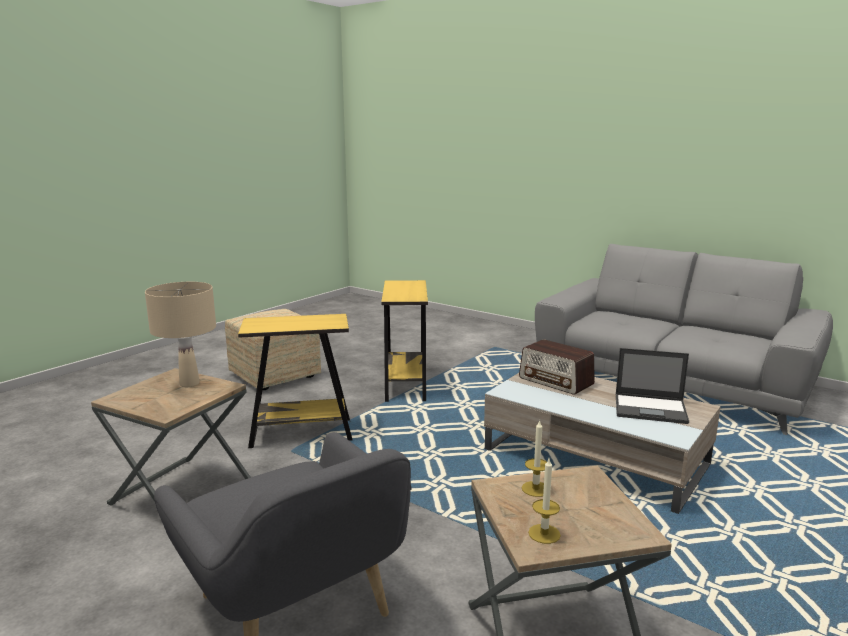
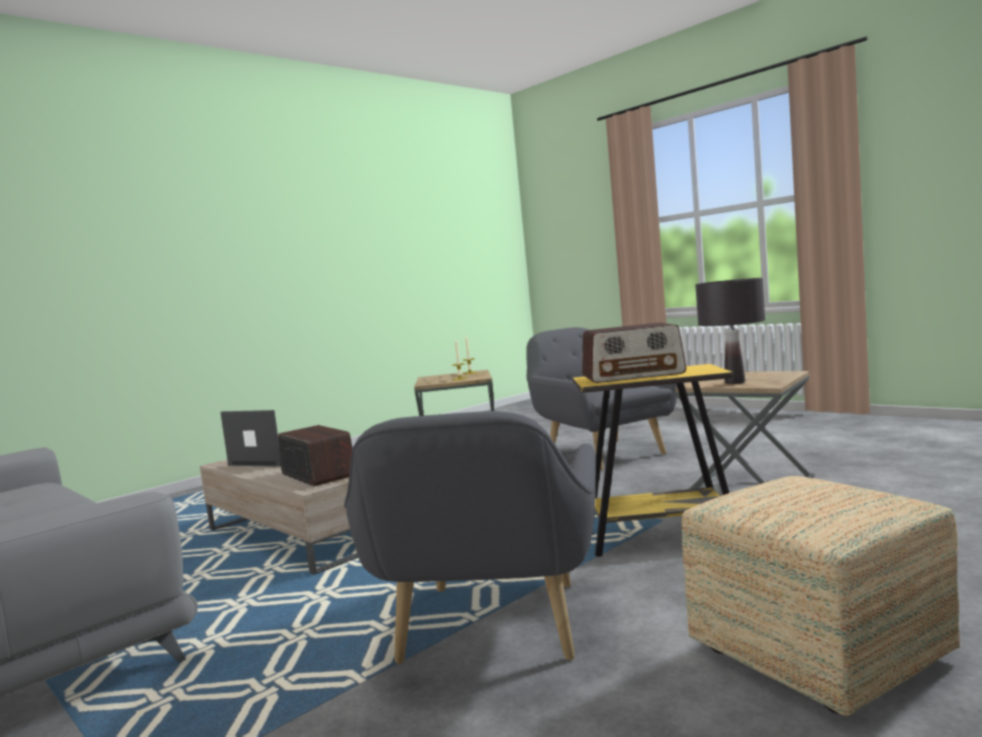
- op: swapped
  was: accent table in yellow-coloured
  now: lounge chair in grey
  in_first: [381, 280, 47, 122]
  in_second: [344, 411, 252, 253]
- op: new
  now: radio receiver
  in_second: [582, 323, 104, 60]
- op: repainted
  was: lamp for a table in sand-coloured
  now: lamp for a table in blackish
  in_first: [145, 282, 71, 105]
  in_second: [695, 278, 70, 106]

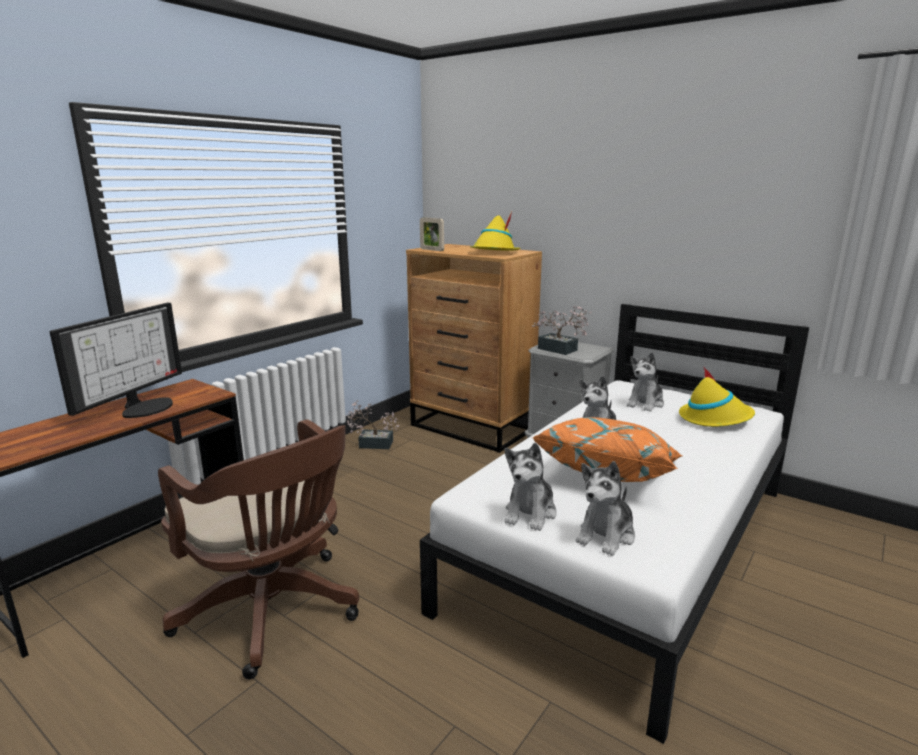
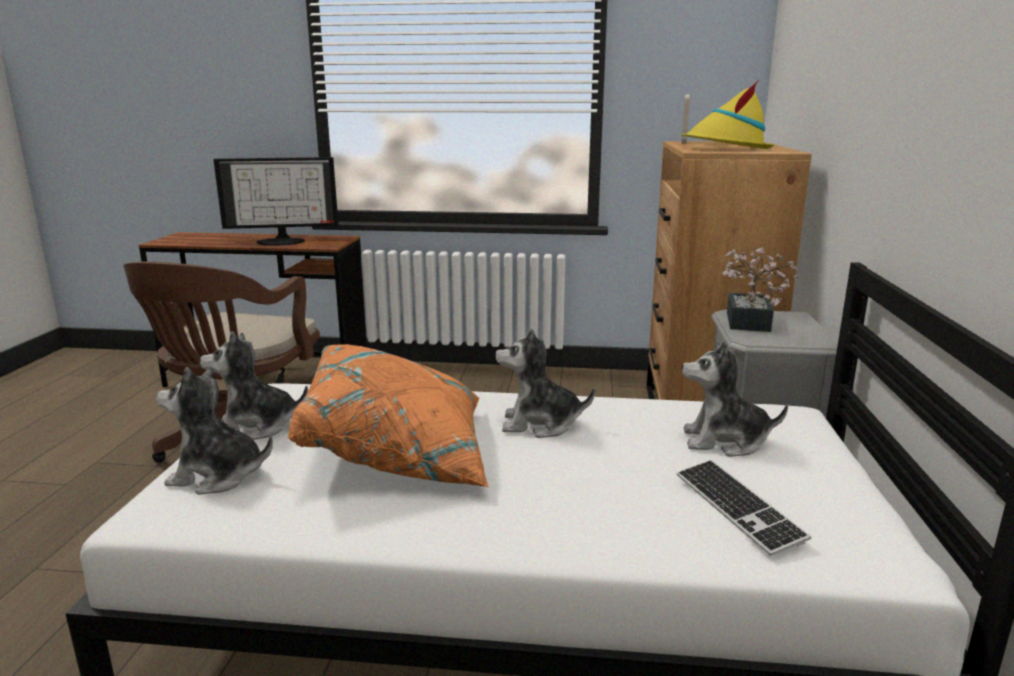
- op: swapped
  was: clothing hat in yellow-coloured
  now: PC keyboard
  in_first: [679, 366, 76, 61]
  in_second: [677, 460, 134, 96]
- op: gone
  was: potted plant
  in_first: [346, 400, 54, 49]

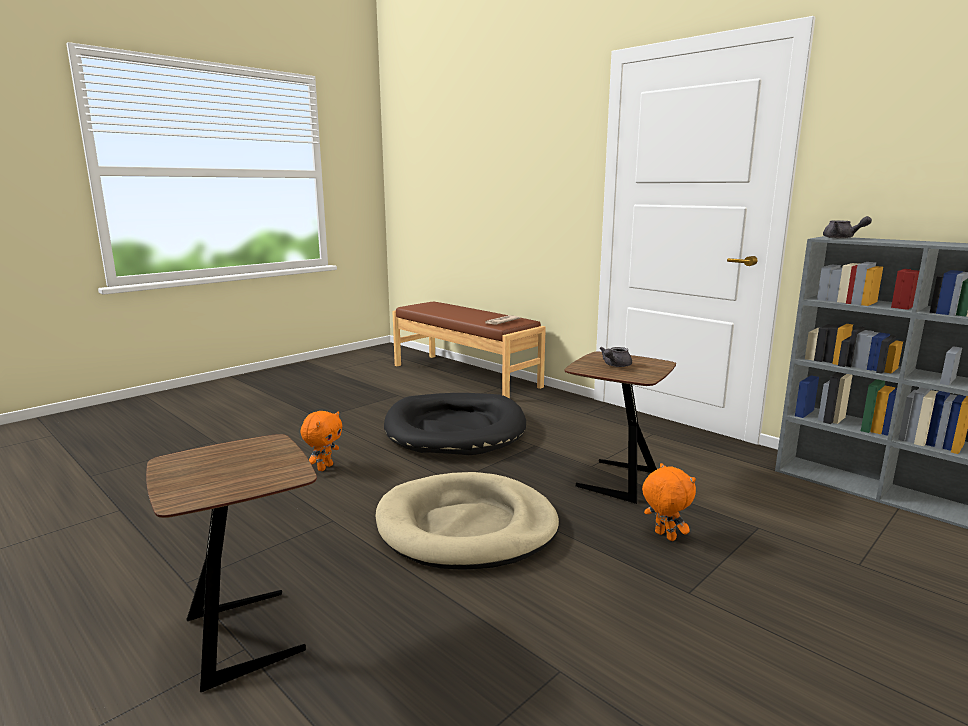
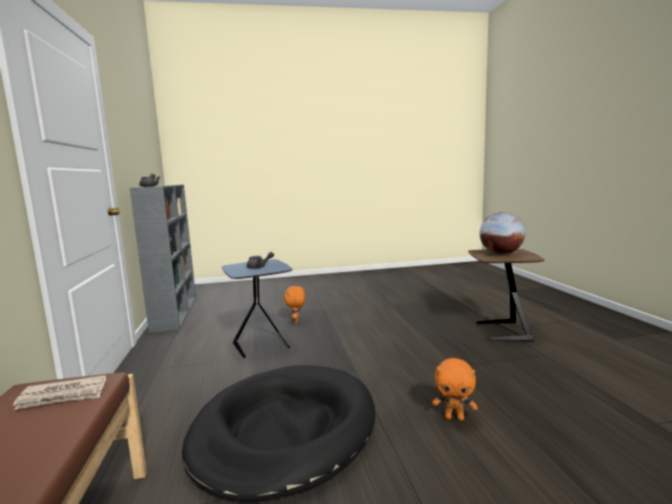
- op: repainted
  was: accent table in brownish
  now: accent table in blue-coloured
  in_first: [565, 352, 111, 152]
  in_second: [222, 259, 70, 99]
- op: rotated
  was: soft toy in orangey
  in_first: [300, 411, 43, 60]
  in_second: [432, 358, 46, 63]
  clockwise: -135
- op: new
  now: world globe
  in_second: [480, 212, 45, 42]
- op: gone
  was: pet bed in sand-coloured
  in_first: [375, 472, 184, 98]

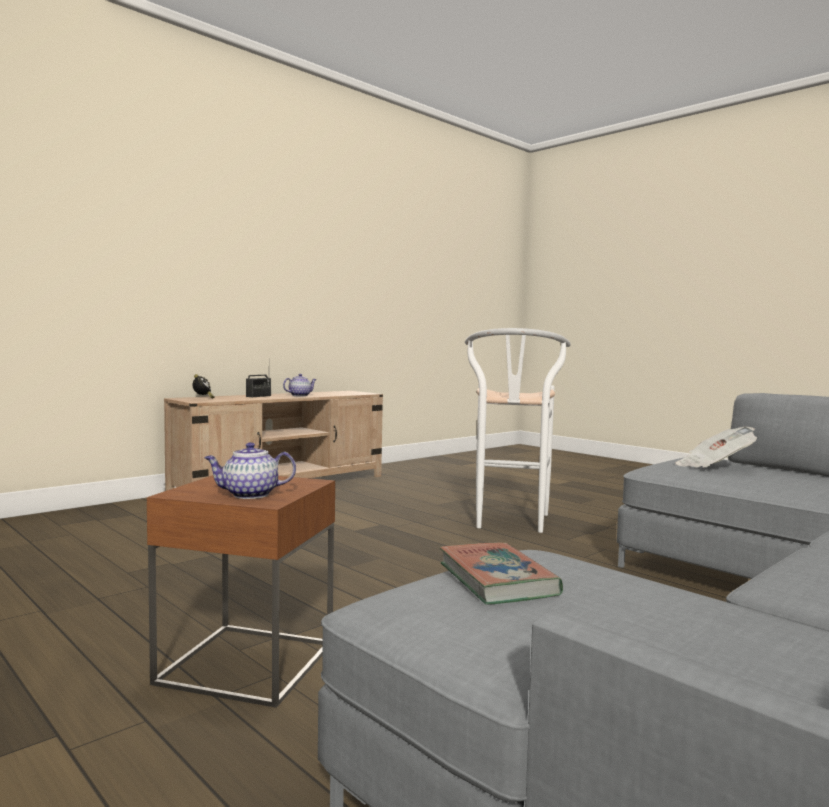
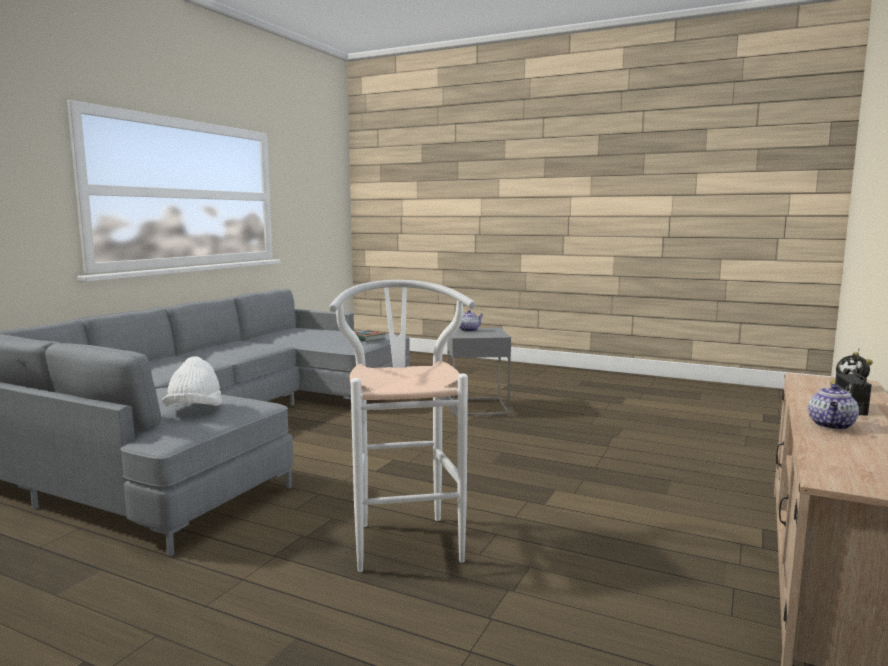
- op: swapped
  was: newspaper
  now: clothing hat in whitish
  in_first: [675, 427, 82, 41]
  in_second: [162, 356, 60, 50]
- op: repainted
  was: accent table in brownish
  now: accent table in grey
  in_first: [147, 475, 188, 233]
  in_second: [447, 328, 64, 88]

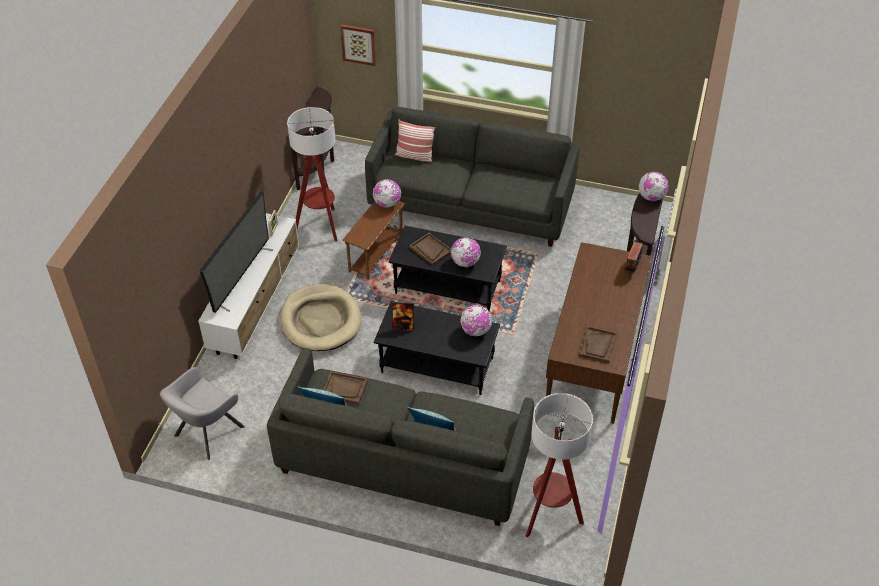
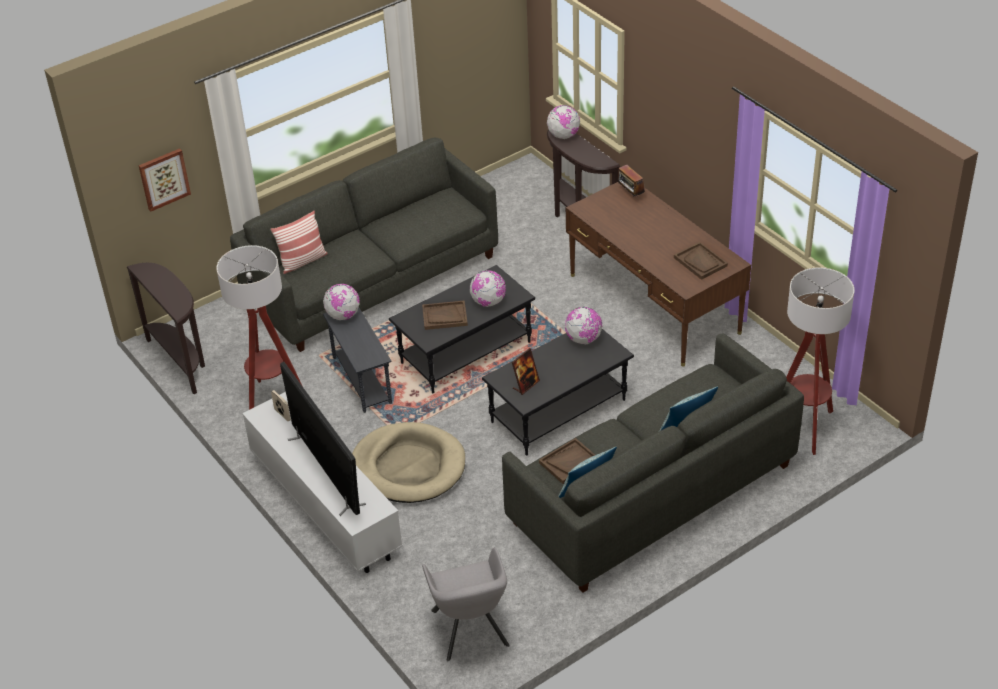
- op: repainted
  was: accent table in brownish
  now: accent table in grey
  in_first: [342, 201, 63, 79]
  in_second: [323, 307, 69, 106]

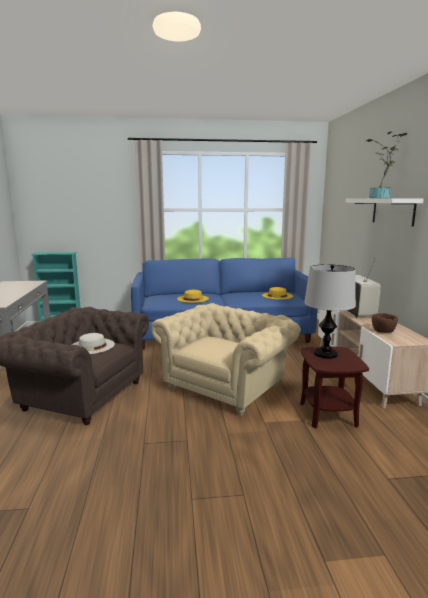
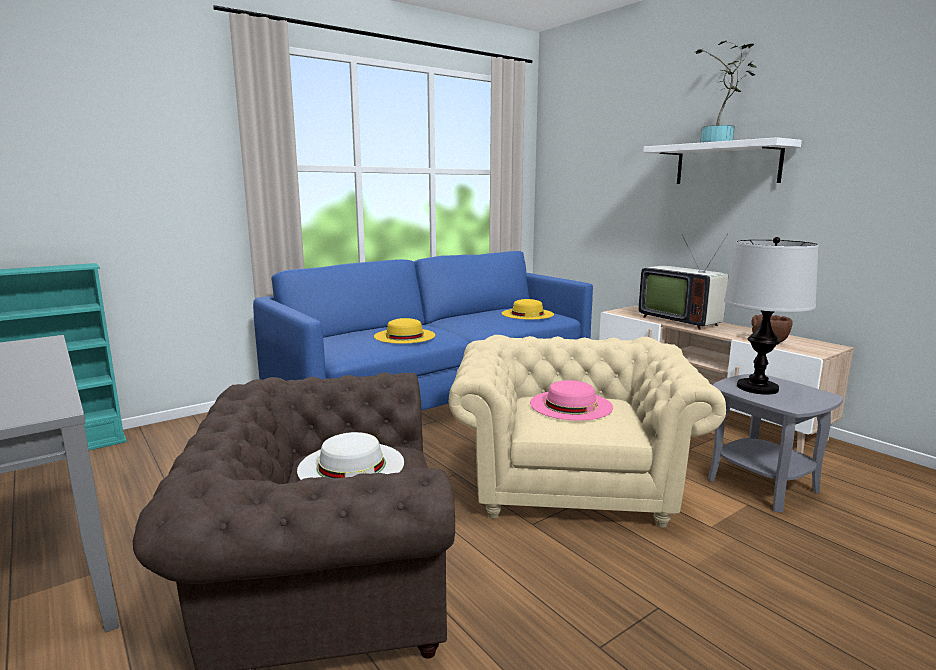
- op: new
  now: clothing hat in pink
  in_second: [530, 380, 83, 41]
- op: repainted
  was: accent table in brownish
  now: accent table in grey
  in_first: [300, 346, 69, 82]
  in_second: [708, 374, 135, 138]

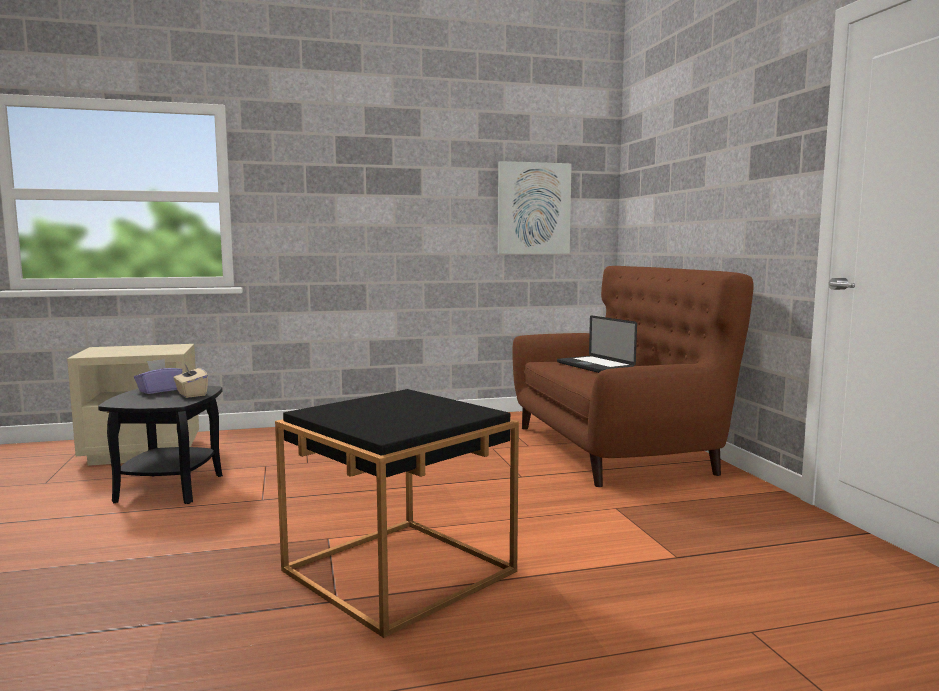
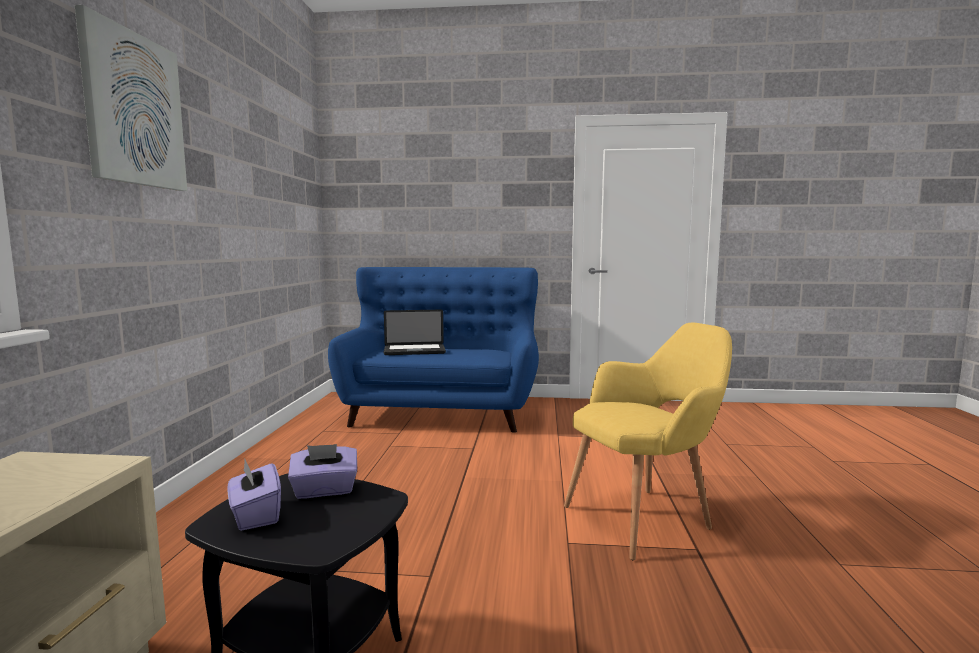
- op: shifted
  was: picture
  in_first: [498, 161, 74, 93]
  in_second: [75, 5, 112, 186]
- op: repainted
  was: box of tissues in sand-coloured
  now: box of tissues in purplish
  in_first: [173, 363, 35, 35]
  in_second: [288, 444, 69, 55]
- op: repainted
  was: couch in brownish
  now: couch in blue-coloured
  in_first: [512, 266, 242, 221]
  in_second: [328, 267, 211, 166]
- op: swapped
  was: accent table in blackish
  now: lounge chair in yellow-coloured
  in_first: [275, 389, 244, 249]
  in_second: [564, 323, 168, 237]

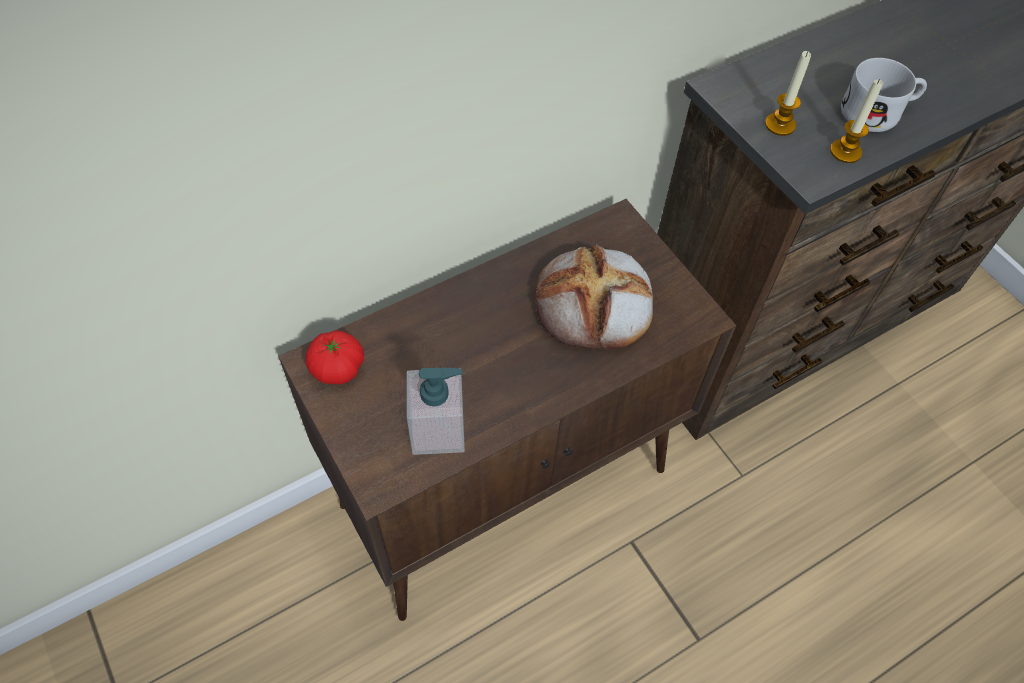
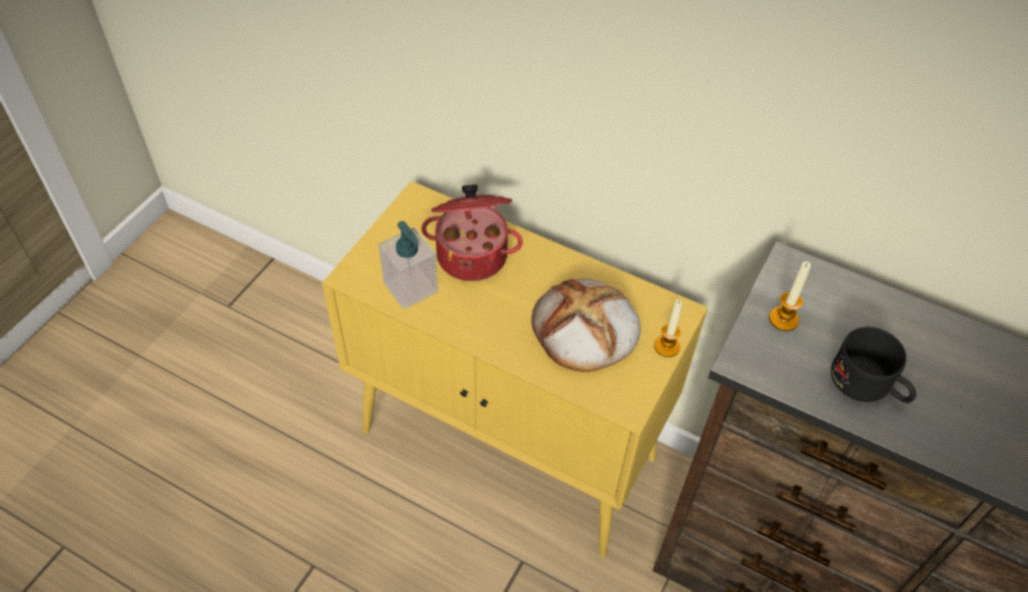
- op: repainted
  was: cabinet in brownish
  now: cabinet in yellow-coloured
  in_first: [278, 199, 458, 422]
  in_second: [322, 181, 386, 376]
- op: new
  now: cooking pot
  in_second: [422, 184, 101, 97]
- op: shifted
  was: candle
  in_first: [830, 79, 53, 84]
  in_second: [654, 300, 28, 57]
- op: repainted
  was: coffee mug in whitish
  now: coffee mug in blackish
  in_first: [841, 58, 86, 74]
  in_second: [831, 327, 85, 76]
- op: gone
  was: whole tomato
  in_first: [306, 330, 58, 54]

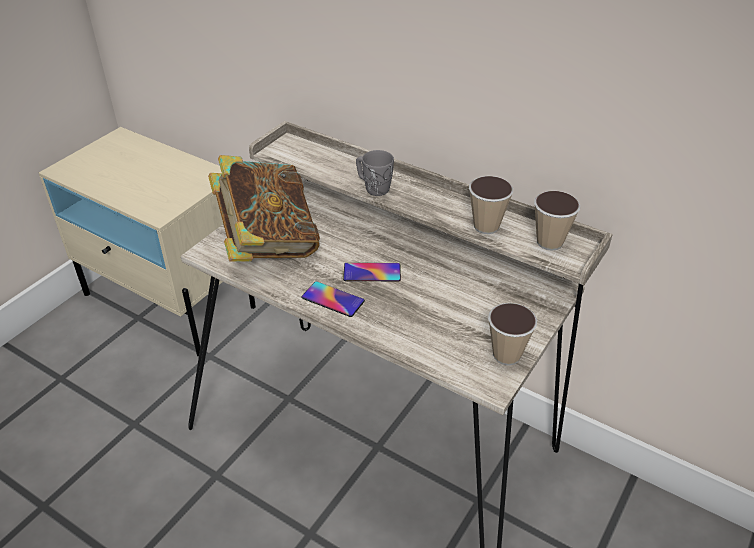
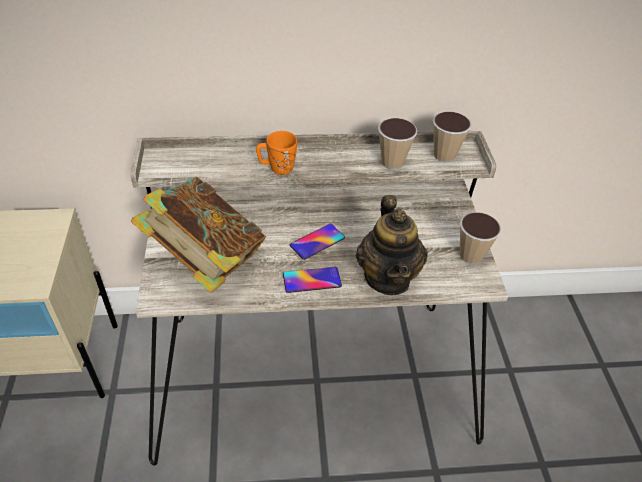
- op: repainted
  was: coffee mug in grey
  now: coffee mug in orangey
  in_first: [356, 150, 38, 46]
  in_second: [256, 131, 41, 44]
- op: new
  now: pot for tea
  in_second: [356, 195, 72, 101]

